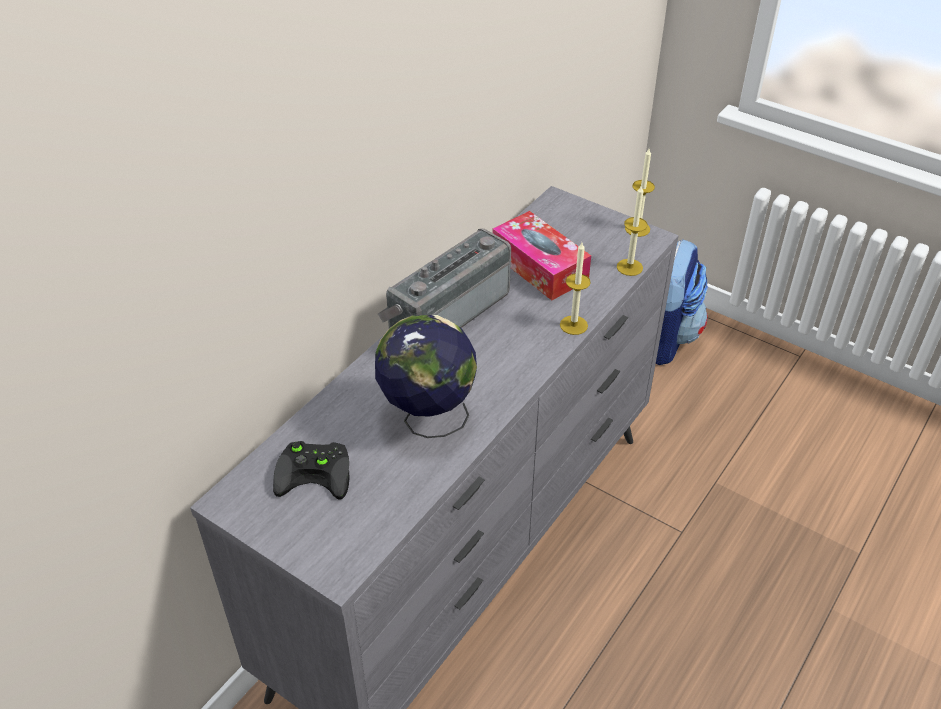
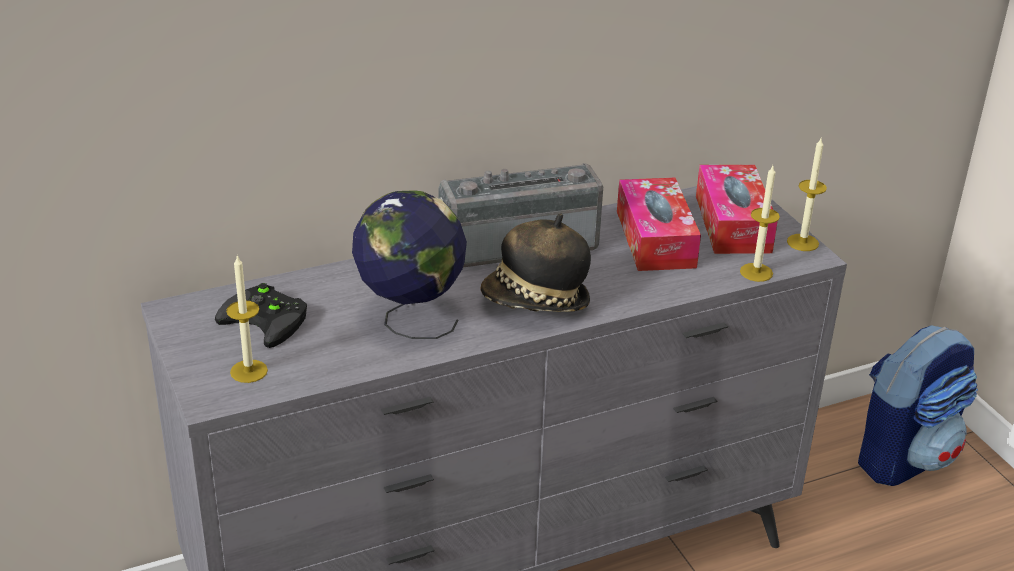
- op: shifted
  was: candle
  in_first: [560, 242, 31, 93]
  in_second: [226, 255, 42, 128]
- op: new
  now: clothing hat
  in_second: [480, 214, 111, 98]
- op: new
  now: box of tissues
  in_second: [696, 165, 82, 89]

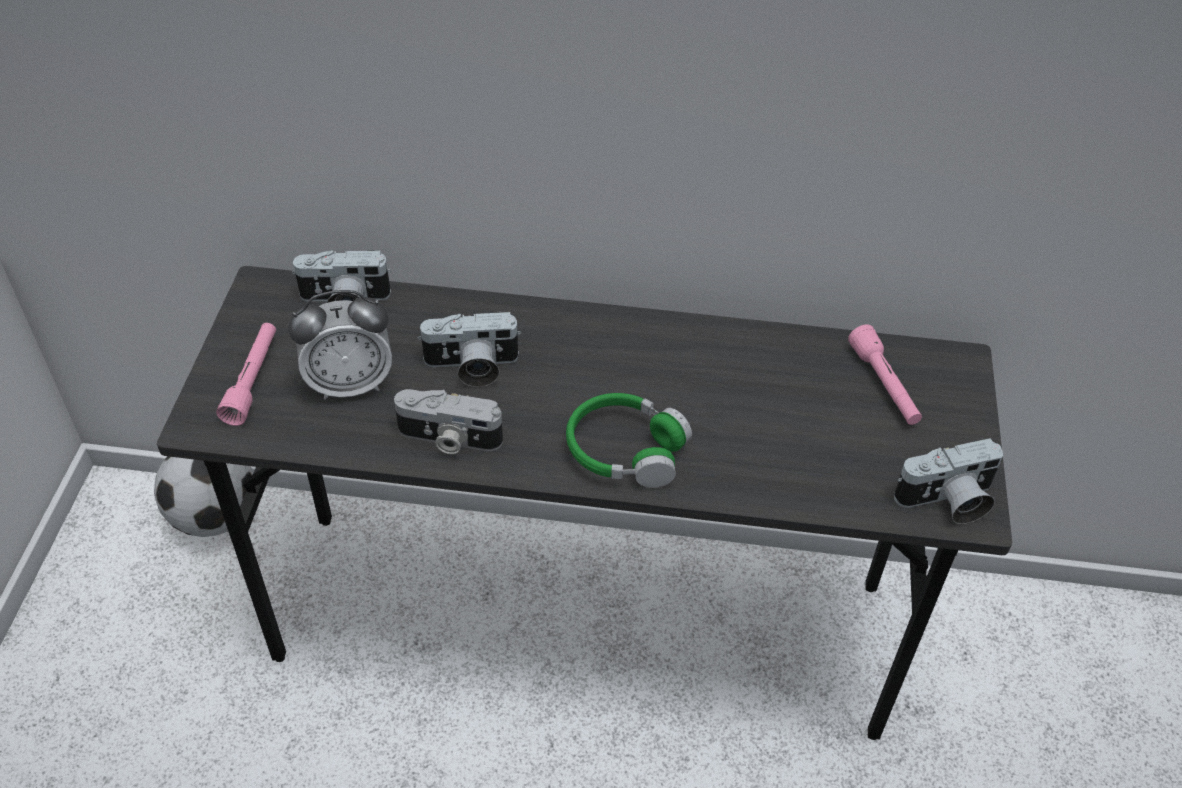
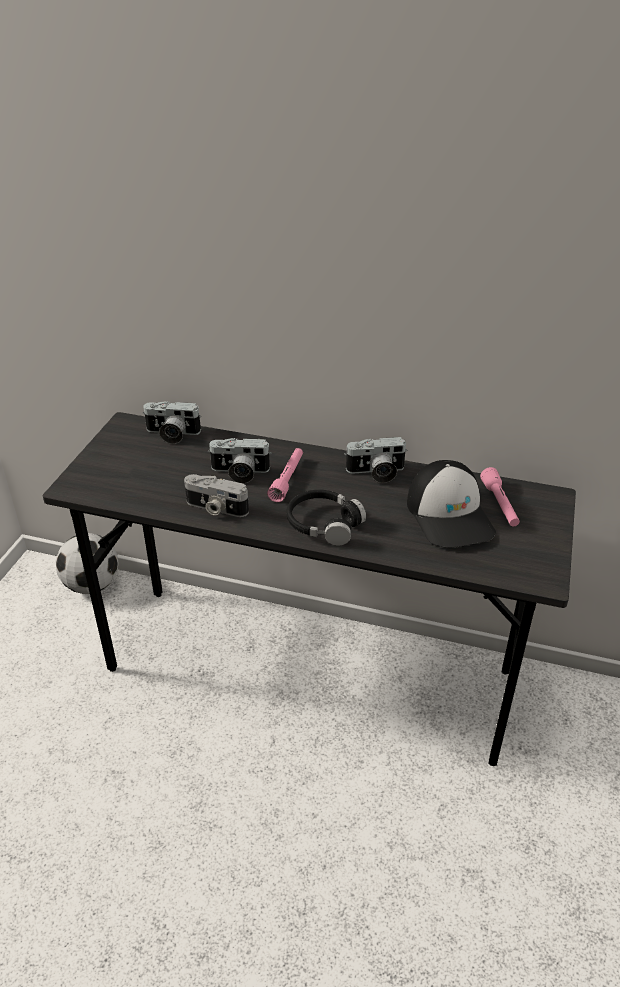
- op: shifted
  was: torch in pink
  in_first: [216, 323, 60, 103]
  in_second: [267, 448, 36, 54]
- op: repainted
  was: headset in greenish
  now: headset in blackish
  in_first: [566, 393, 126, 95]
  in_second: [286, 490, 80, 56]
- op: shifted
  was: still camera
  in_first: [894, 438, 109, 86]
  in_second: [344, 437, 63, 46]
- op: new
  now: peaked cap
  in_second: [407, 460, 89, 88]
- op: gone
  was: bedside clock
  in_first: [288, 290, 104, 110]

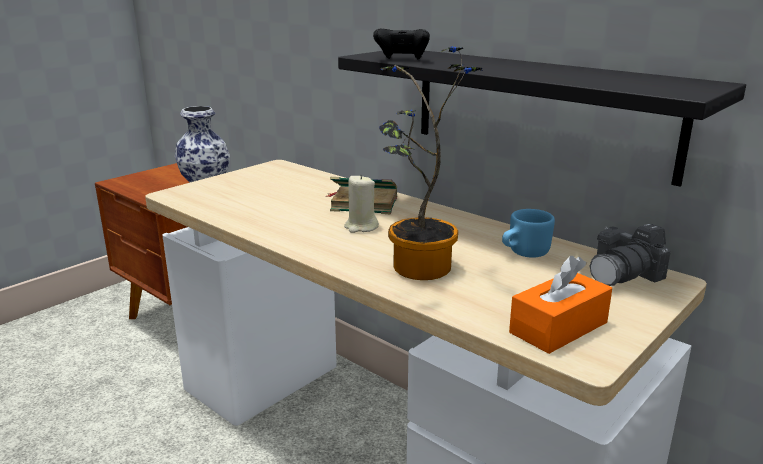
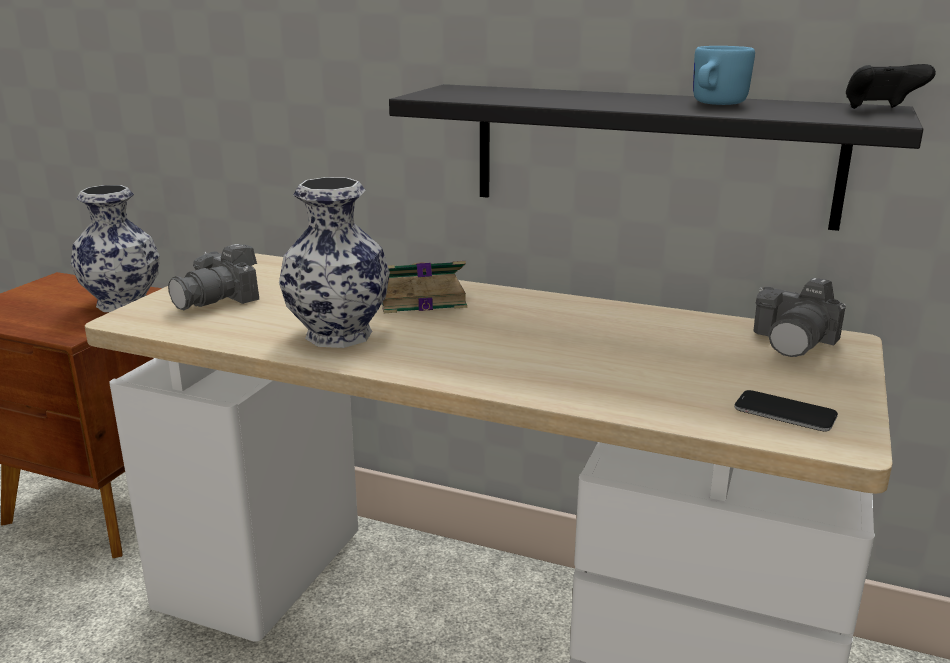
- op: new
  now: still camera
  in_second: [168, 244, 91, 66]
- op: new
  now: decorative vase
  in_second: [279, 177, 111, 171]
- op: shifted
  was: coffee mug in blue-coloured
  in_first: [502, 209, 53, 49]
  in_second: [693, 46, 62, 59]
- op: swapped
  was: box of tissues in orangey
  now: telephone
  in_first: [509, 256, 103, 98]
  in_second: [734, 390, 104, 41]
- op: shifted
  was: game controller in blackish
  in_first: [373, 29, 57, 30]
  in_second: [846, 64, 90, 45]
- op: gone
  was: candle in sand-coloured
  in_first: [344, 174, 35, 59]
- op: gone
  was: potted plant
  in_first: [379, 46, 104, 234]

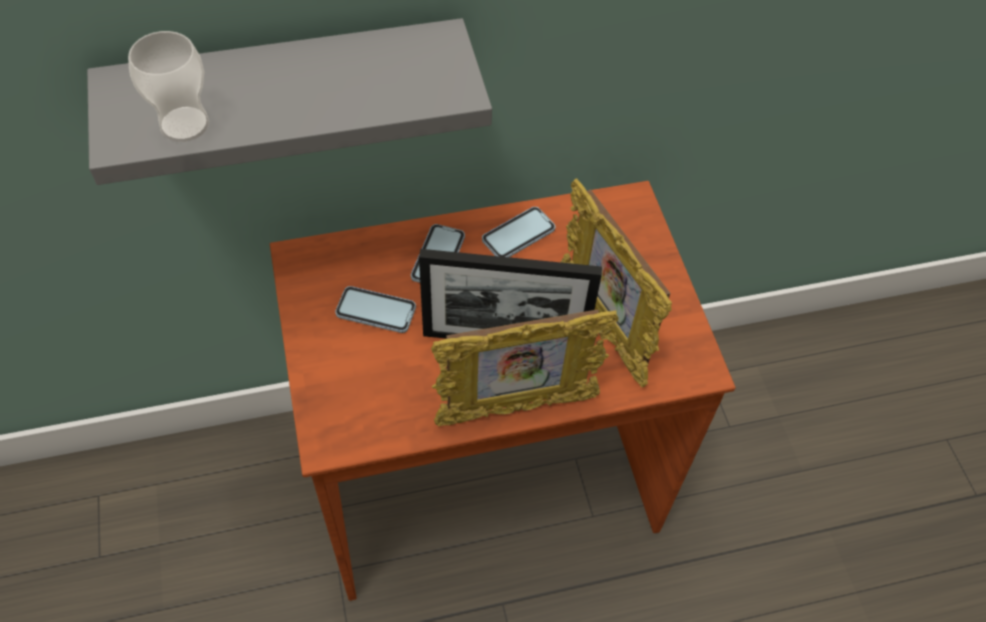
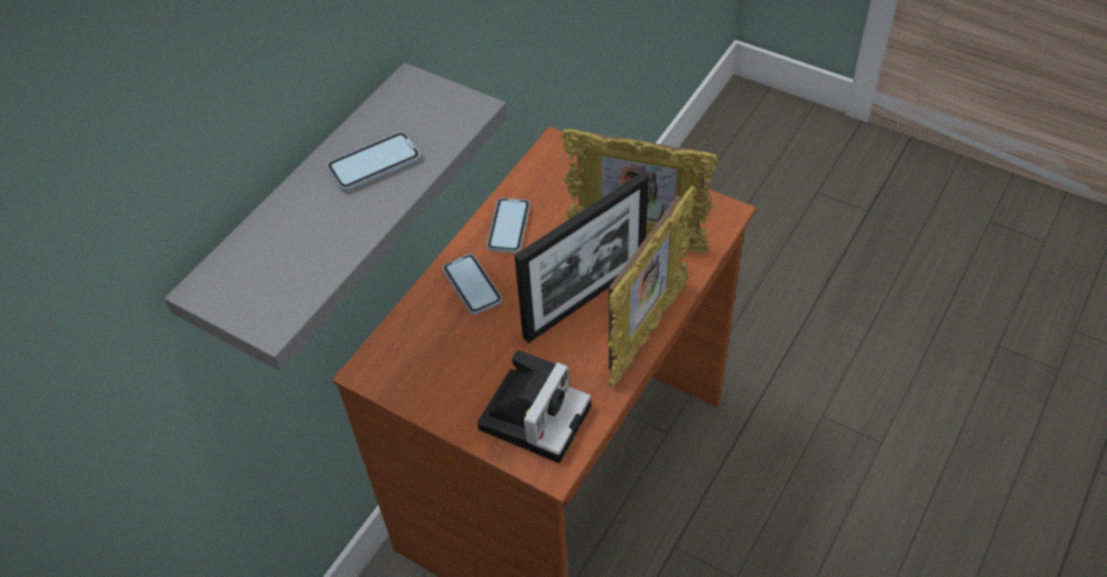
- op: shifted
  was: telephone
  in_first: [335, 286, 81, 47]
  in_second: [327, 132, 94, 59]
- op: new
  now: still camera
  in_second: [477, 350, 114, 113]
- op: gone
  was: cup
  in_first: [128, 31, 81, 111]

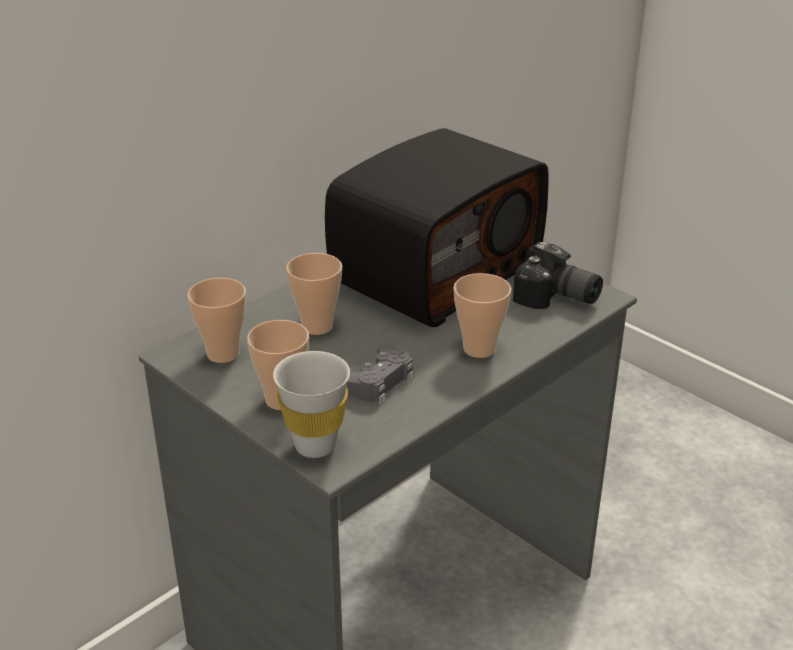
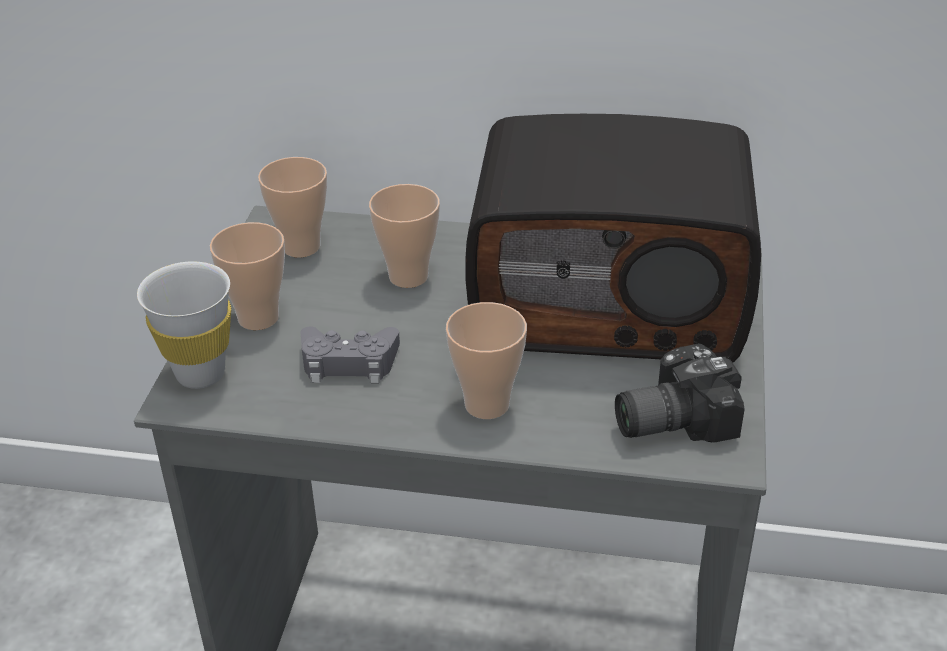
- op: rotated
  was: still camera
  in_first: [513, 242, 90, 67]
  in_second: [615, 343, 130, 100]
  clockwise: 75

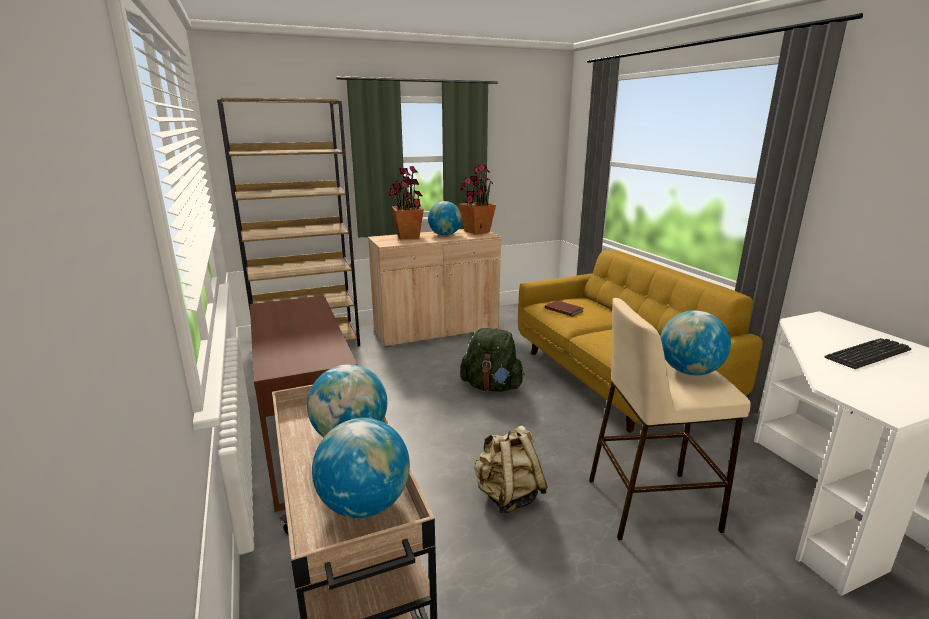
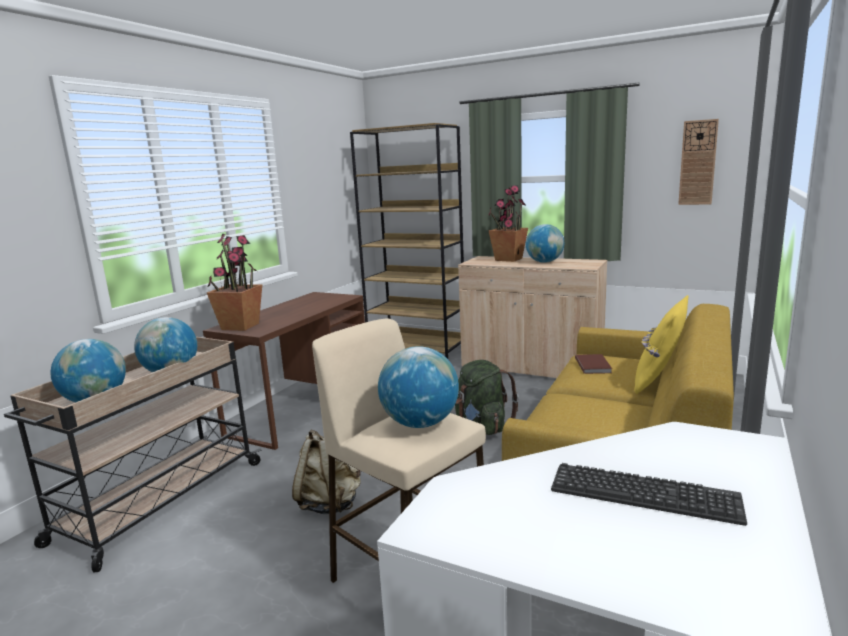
- op: shifted
  was: potted plant
  in_first: [459, 165, 37, 69]
  in_second: [207, 234, 55, 97]
- op: new
  now: pillow in yellow-coloured
  in_second: [634, 295, 54, 99]
- op: new
  now: hanging clock
  in_second: [678, 119, 41, 86]

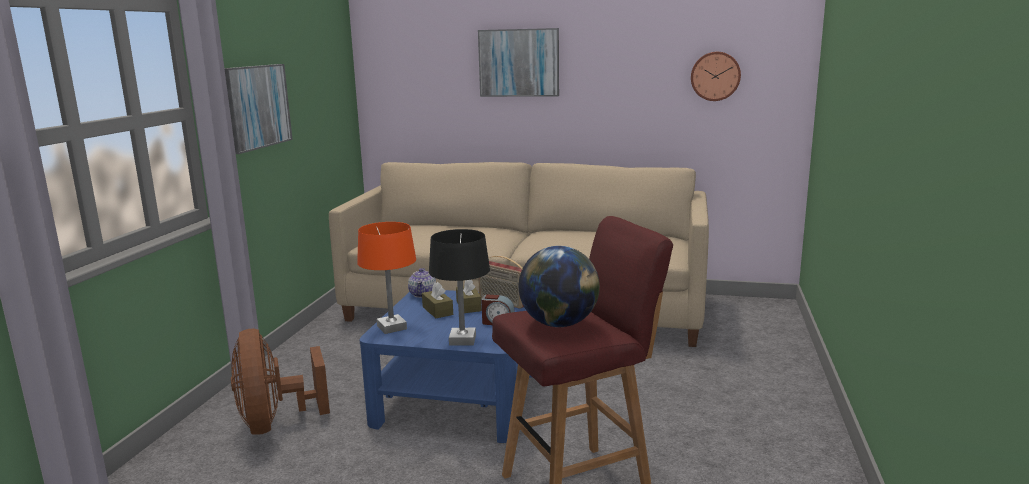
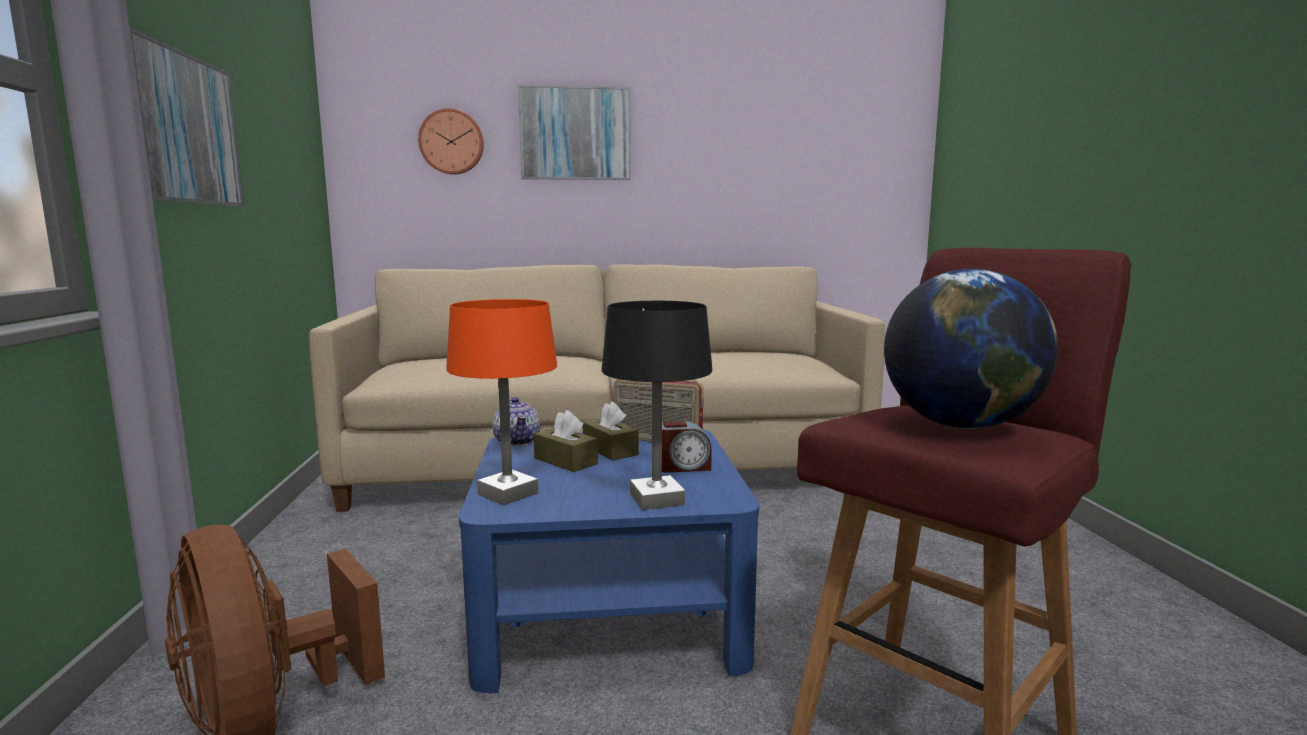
- op: shifted
  was: hanging clock
  in_first: [691, 52, 50, 49]
  in_second: [418, 108, 66, 67]

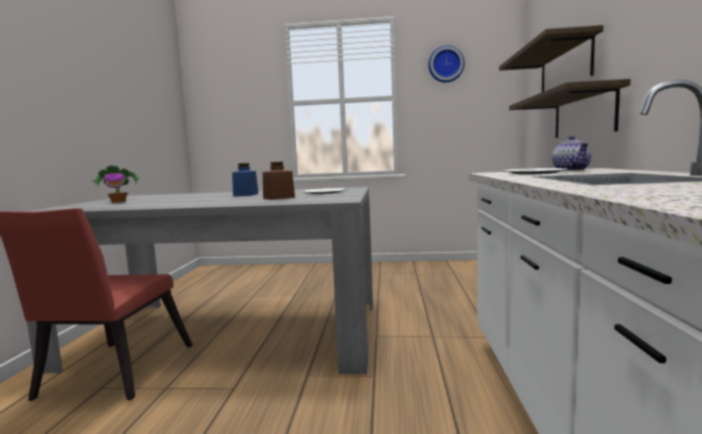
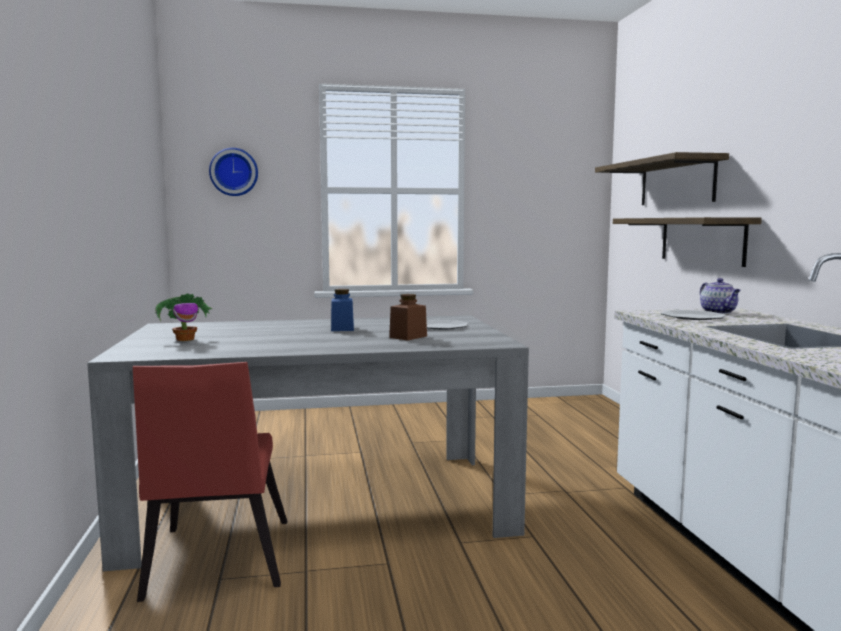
- op: shifted
  was: hanging clock
  in_first: [428, 45, 36, 38]
  in_second: [209, 148, 49, 48]

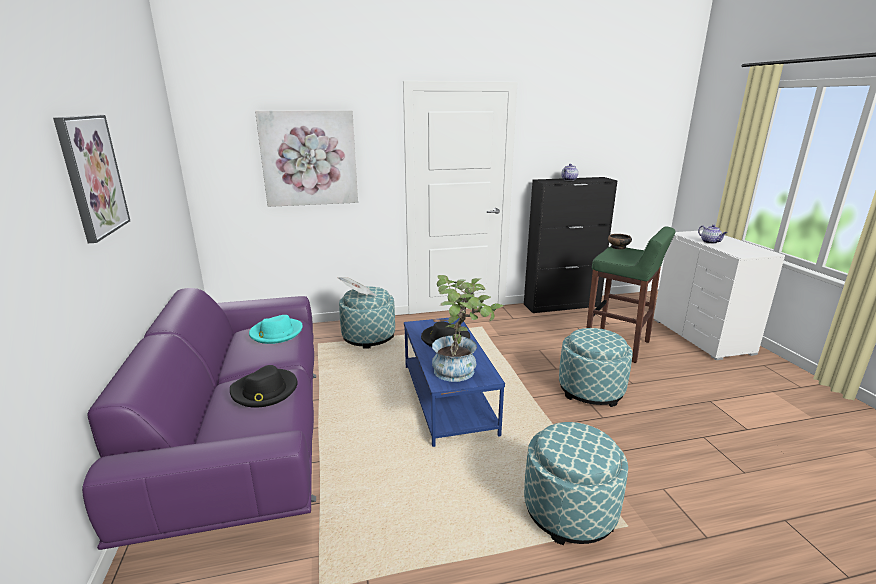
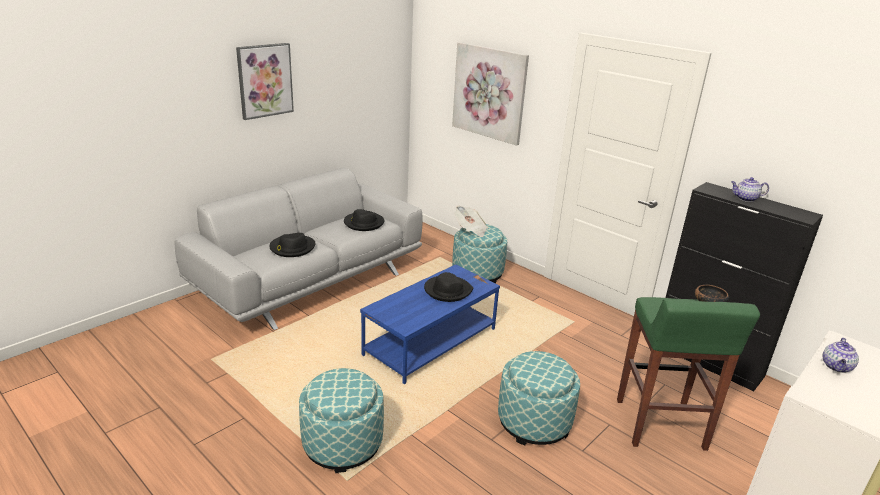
- op: repainted
  was: couch in purplish
  now: couch in grey
  in_first: [82, 288, 234, 262]
  in_second: [175, 168, 248, 162]
- op: repainted
  was: clothing hat in blue-green
  now: clothing hat in blackish
  in_first: [249, 315, 54, 29]
  in_second: [344, 209, 40, 22]
- op: gone
  was: potted plant
  in_first: [432, 275, 71, 107]

